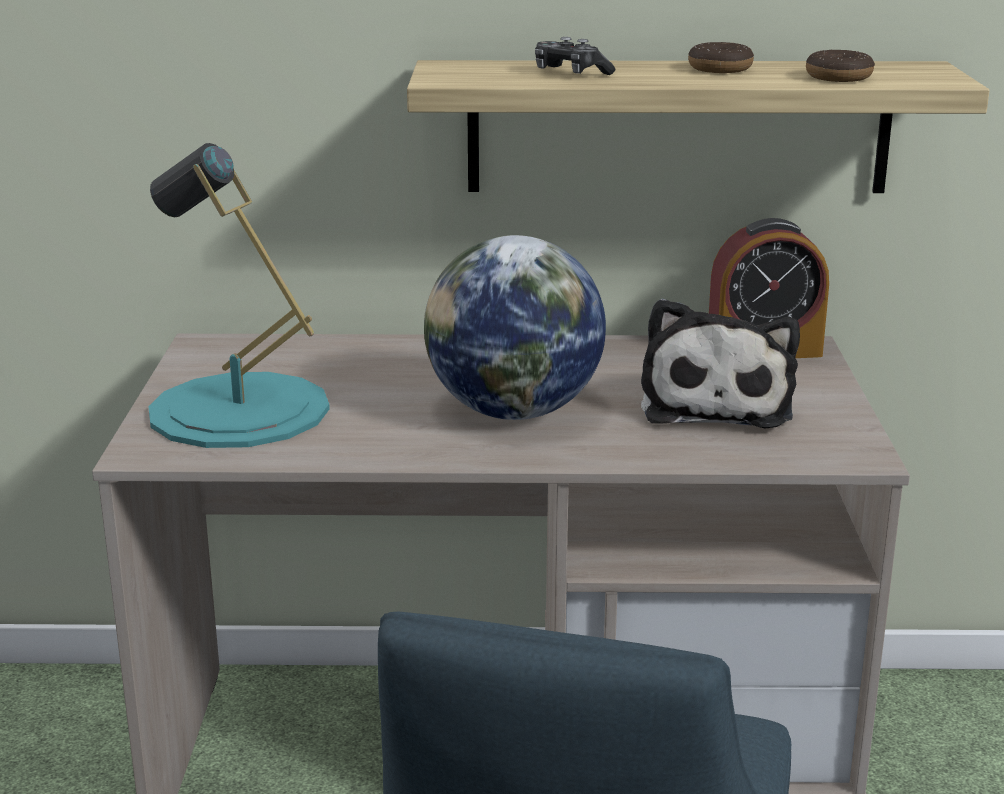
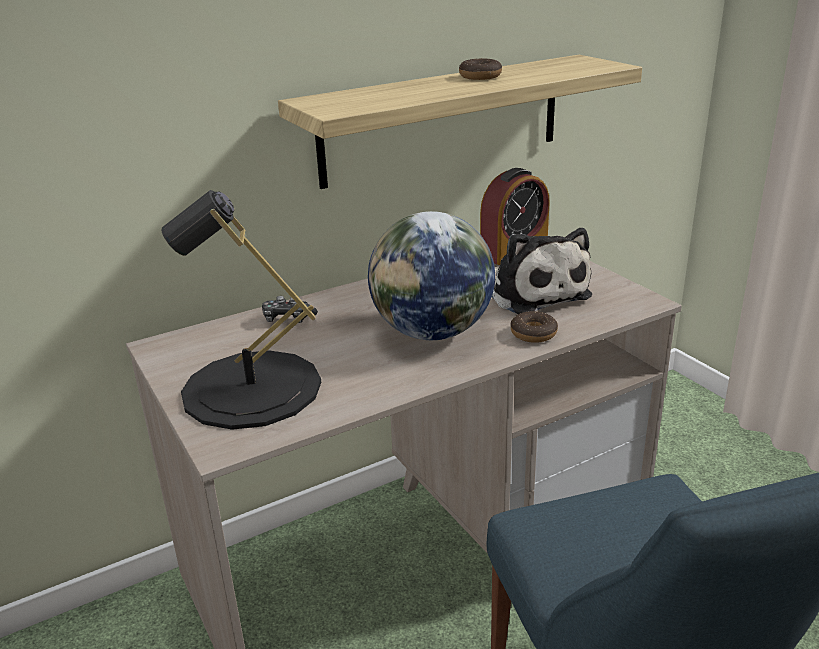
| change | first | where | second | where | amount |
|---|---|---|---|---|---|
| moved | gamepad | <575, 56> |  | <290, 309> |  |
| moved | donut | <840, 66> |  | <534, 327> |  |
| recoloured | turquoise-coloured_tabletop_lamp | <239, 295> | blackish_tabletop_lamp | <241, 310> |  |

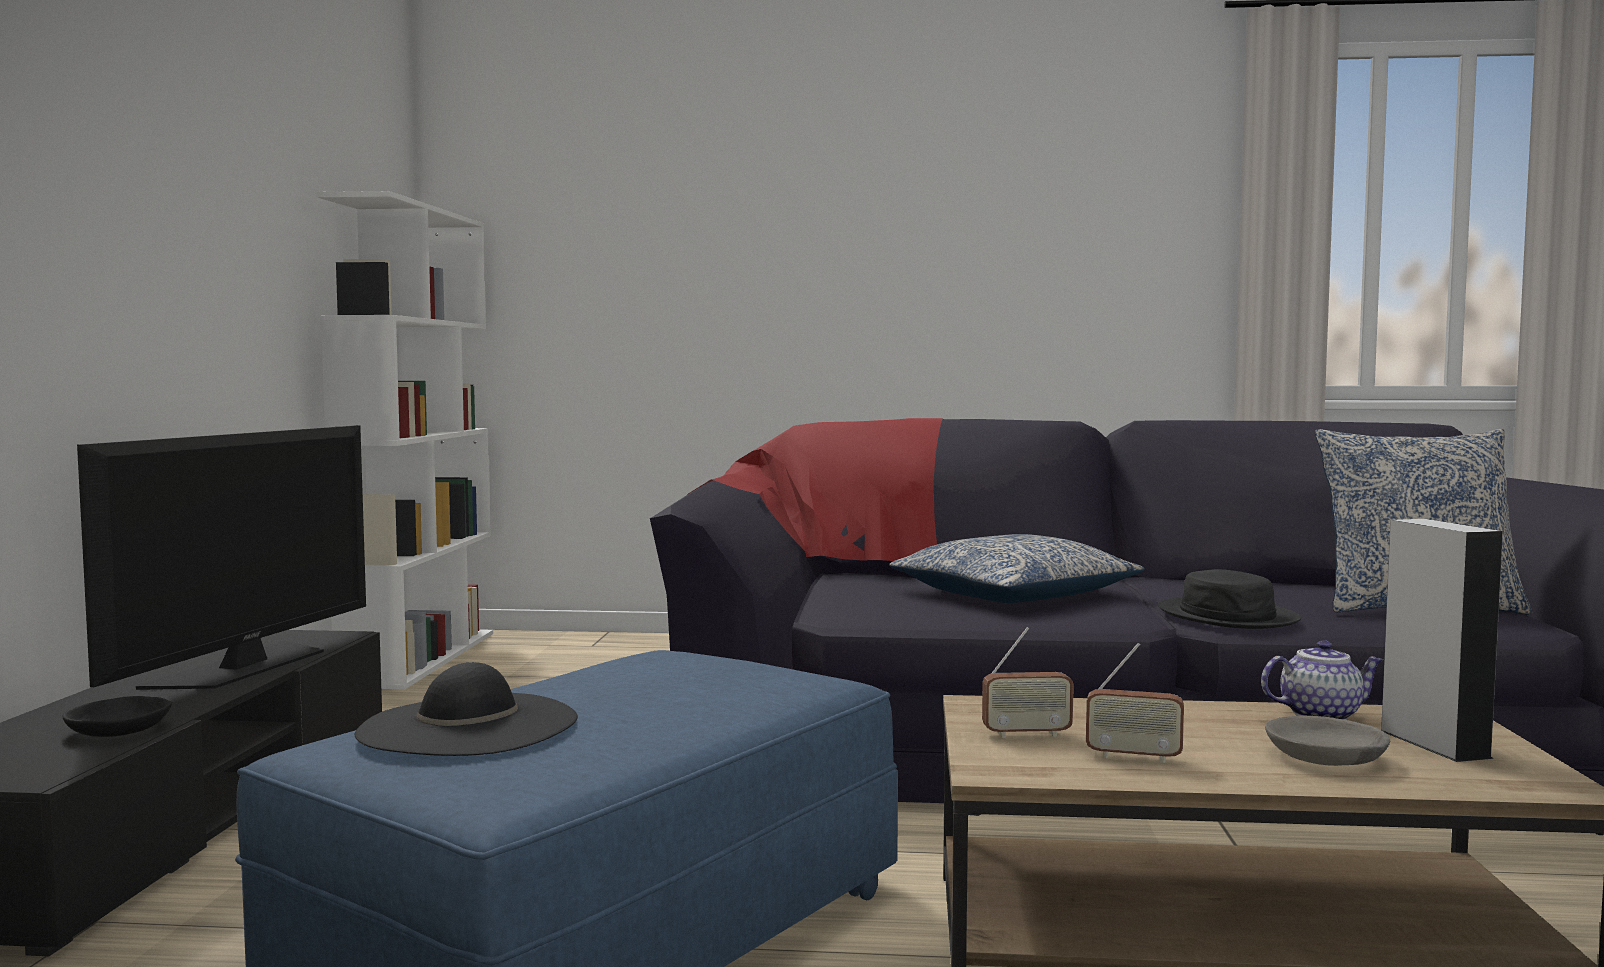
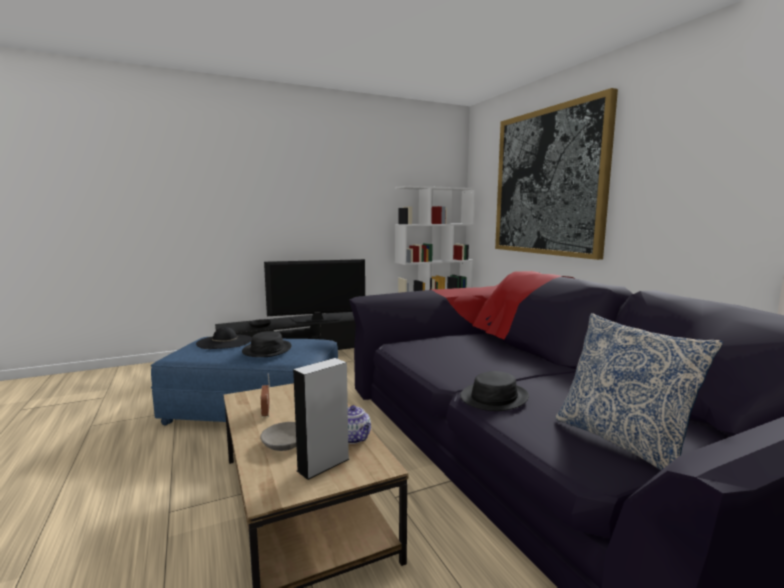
| change | first | where | second | where | amount |
|---|---|---|---|---|---|
| removed | pillow | <1017, 568> |  |  |  |
| removed | radio_receiver | <1028, 682> |  |  |  |
| added |  |  | picture | <556, 174> |  |
| added |  |  | blackish_clothing_hat | <267, 344> |  |

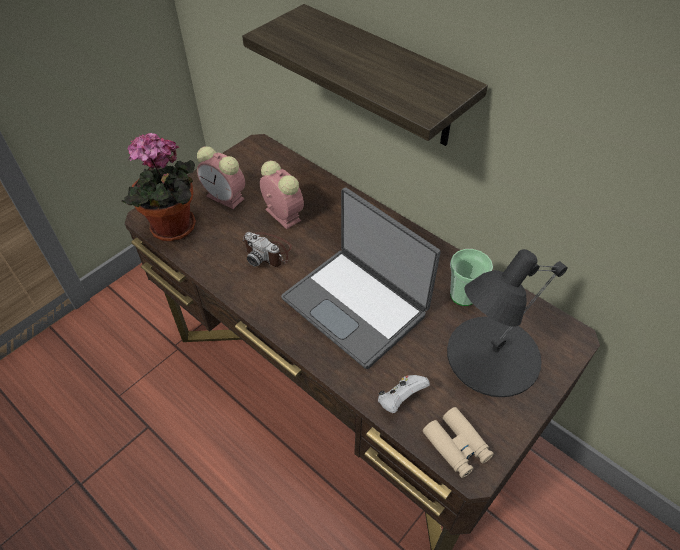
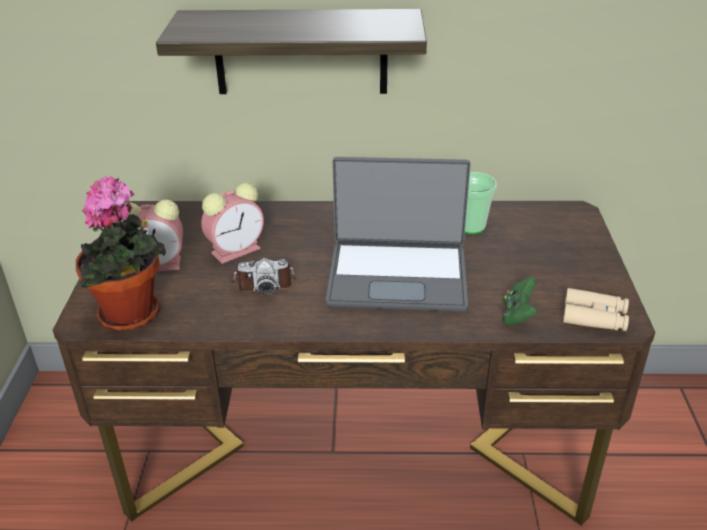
| change | first | where | second | where | amount |
|---|---|---|---|---|---|
| turned | table_clock | <282, 195> |  | <232, 223> | 135 degrees clockwise |
| removed | blackish_tabletop_lamp | <507, 323> |  |  |  |
| recoloured | whitish_gamepad | <404, 394> | green-coloured_gamepad | <520, 301> |  |

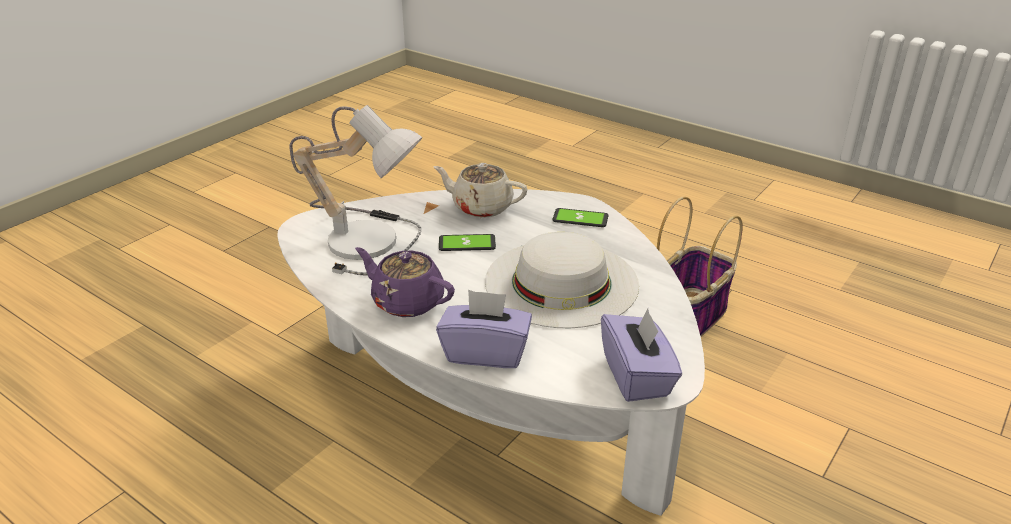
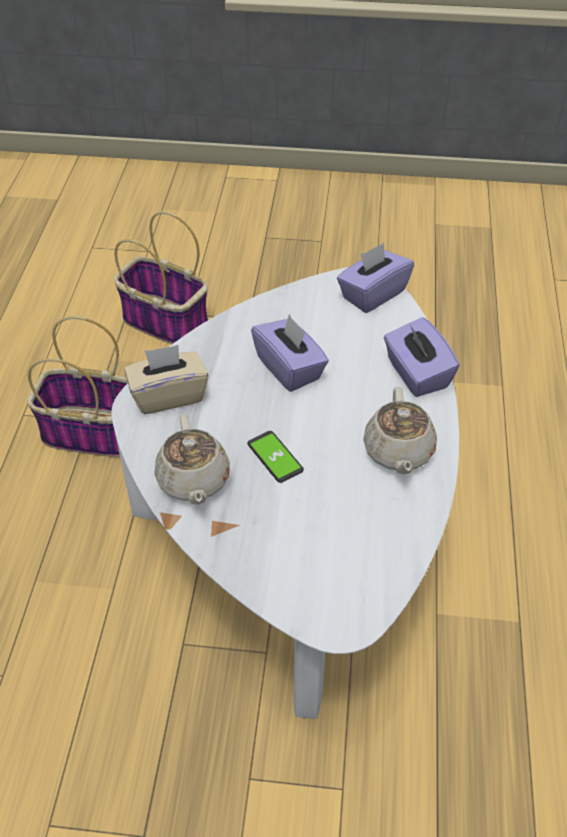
| change | first | where | second | where | amount |
|---|---|---|---|---|---|
| removed | tabletop_lamp | <355, 190> |  |  |  |
| replaced | handset | <580, 217> | sand-coloured_tissue_holder | <166, 379> |  |
| replaced | whitish_clothing_hat | <562, 280> | purplish_tissue_holder | <290, 353> |  |
| recoloured | purplish_tea_pot | <405, 282> | sand-coloured_tea_pot | <400, 430> |  |
| added |  |  | household_basket | <161, 277> |  |

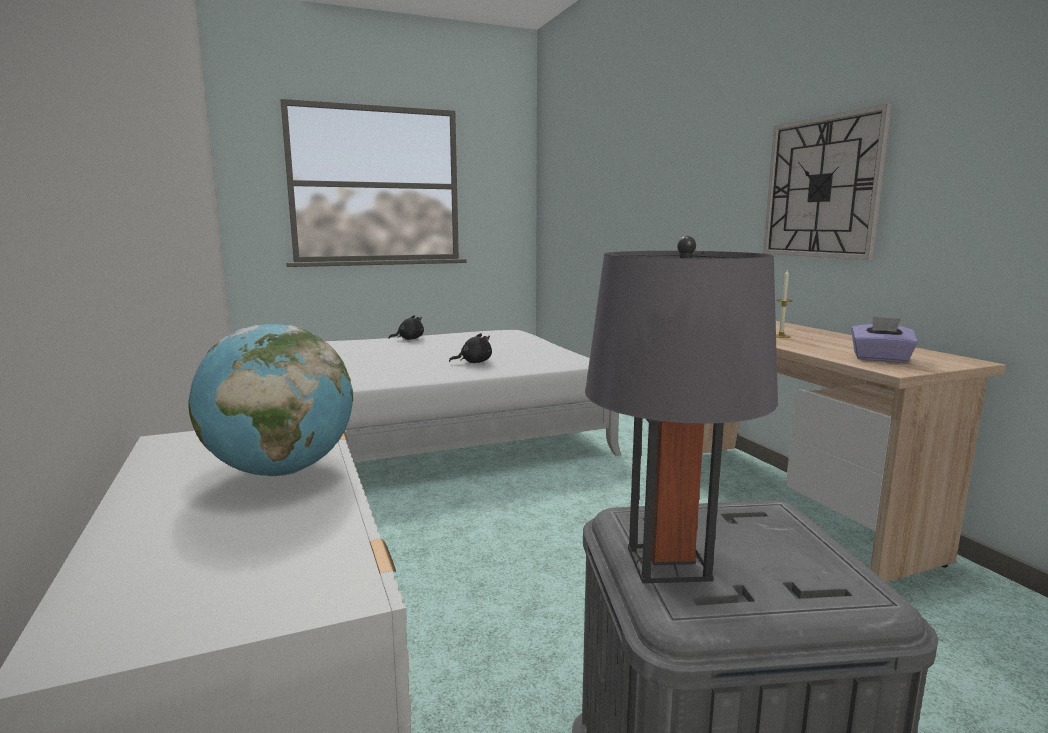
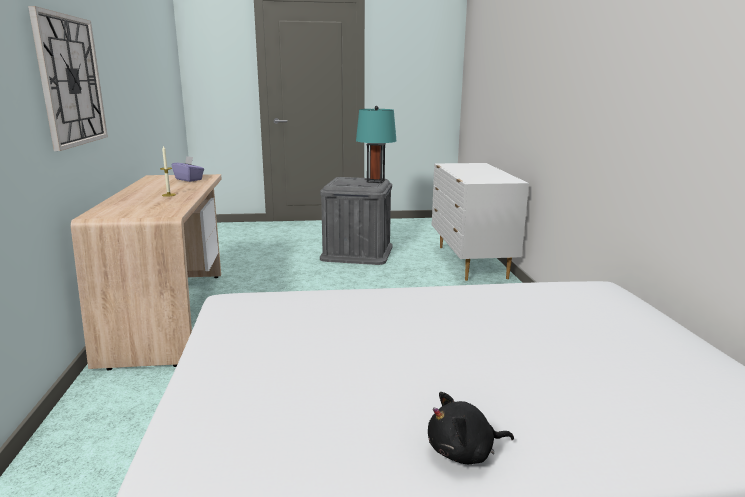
| change | first | where | second | where | amount |
|---|---|---|---|---|---|
| recoloured | grey_tabletop_lamp | <681, 409> | turquoise-coloured_tabletop_lamp | <376, 144> |  |
| removed | world_globe | <270, 400> |  |  |  |
| removed | blackish_plush_toy | <470, 348> |  |  |  |

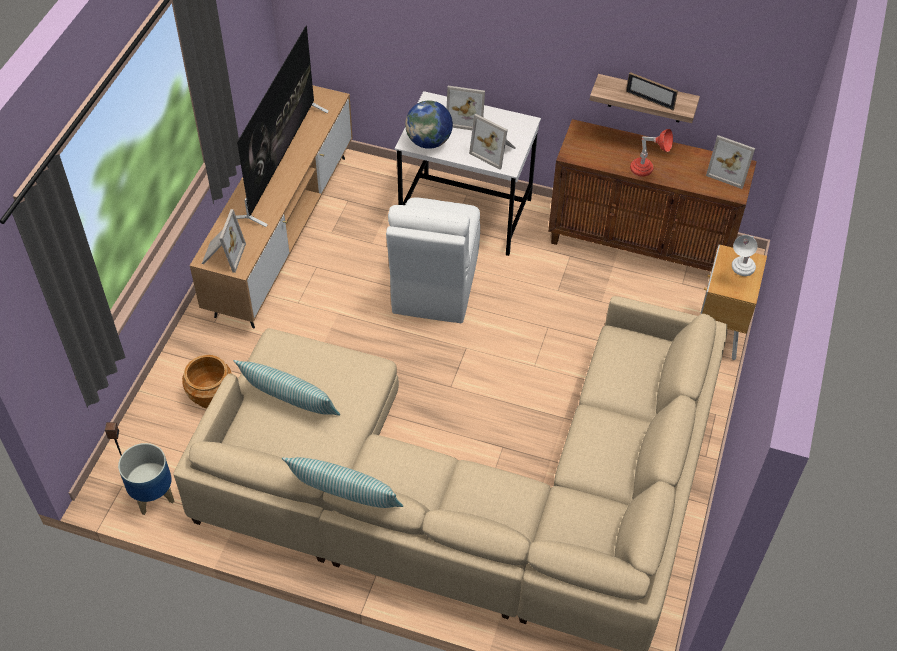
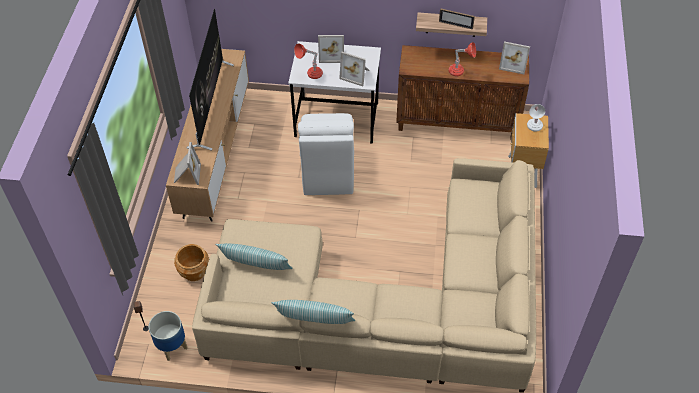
| change | first | where | second | where | amount |
|---|---|---|---|---|---|
| replaced | world_globe | <429, 124> | reddish_tabletop_lamp | <308, 61> |  |

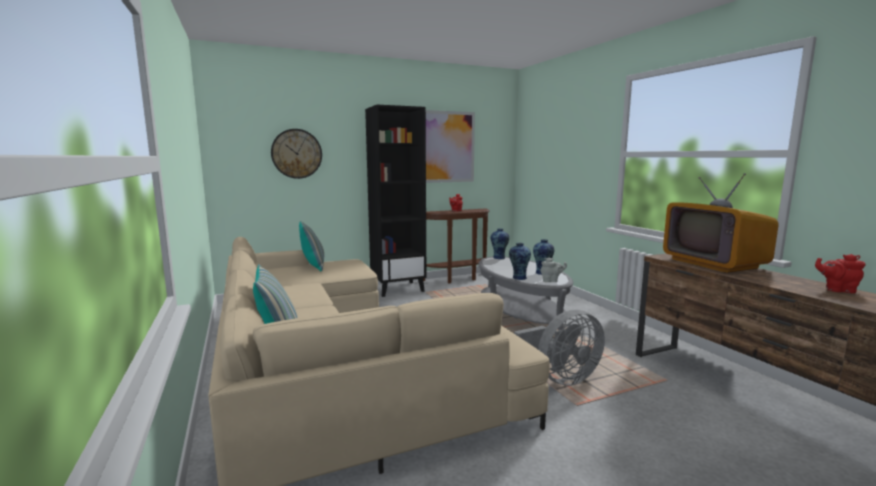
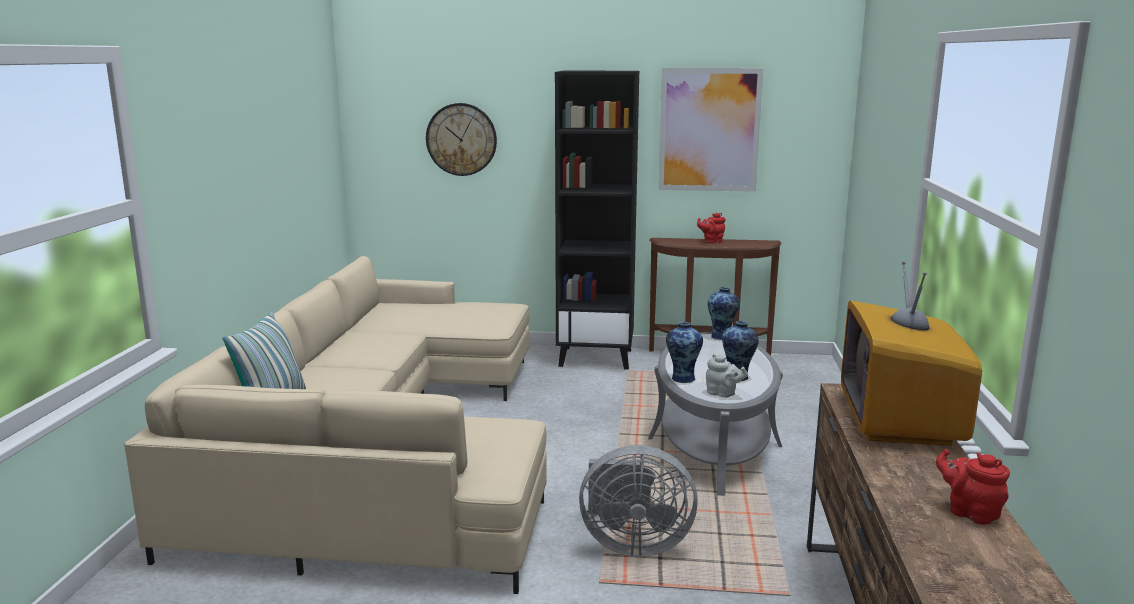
| change | first | where | second | where | amount |
|---|---|---|---|---|---|
| removed | pillow | <311, 246> |  |  |  |

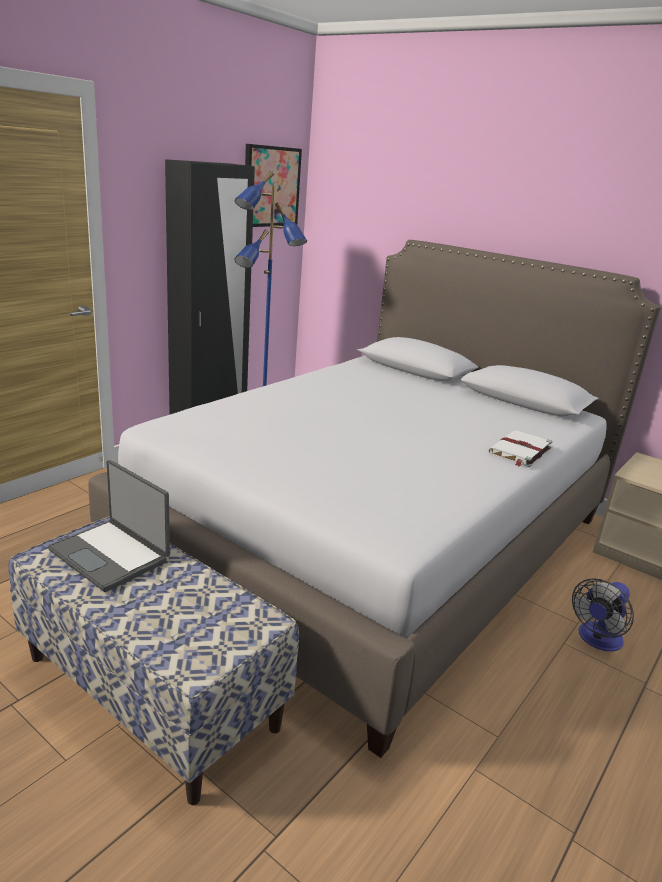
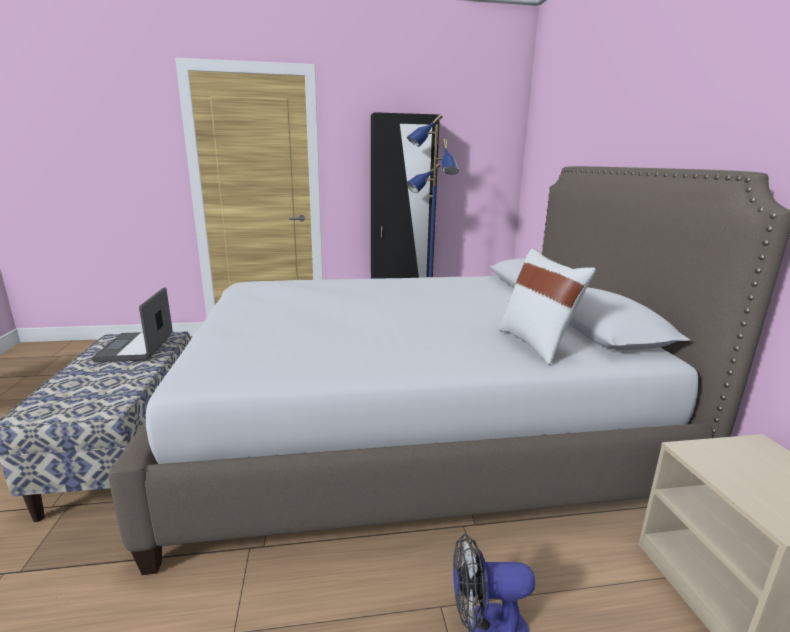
| change | first | where | second | where | amount |
|---|---|---|---|---|---|
| removed | picture | <273, 185> |  |  |  |
| removed | whitish_bound_book | <520, 448> |  |  |  |
| added |  |  | whitish_pillow | <547, 306> |  |

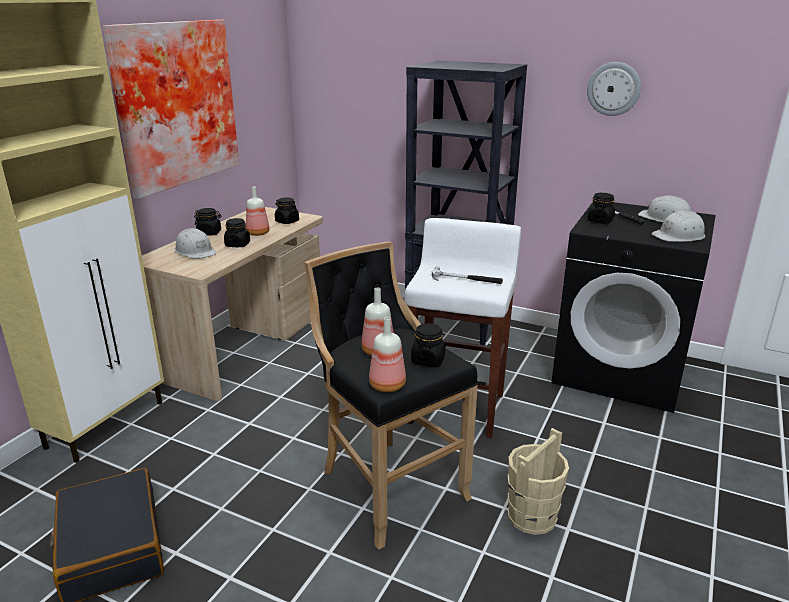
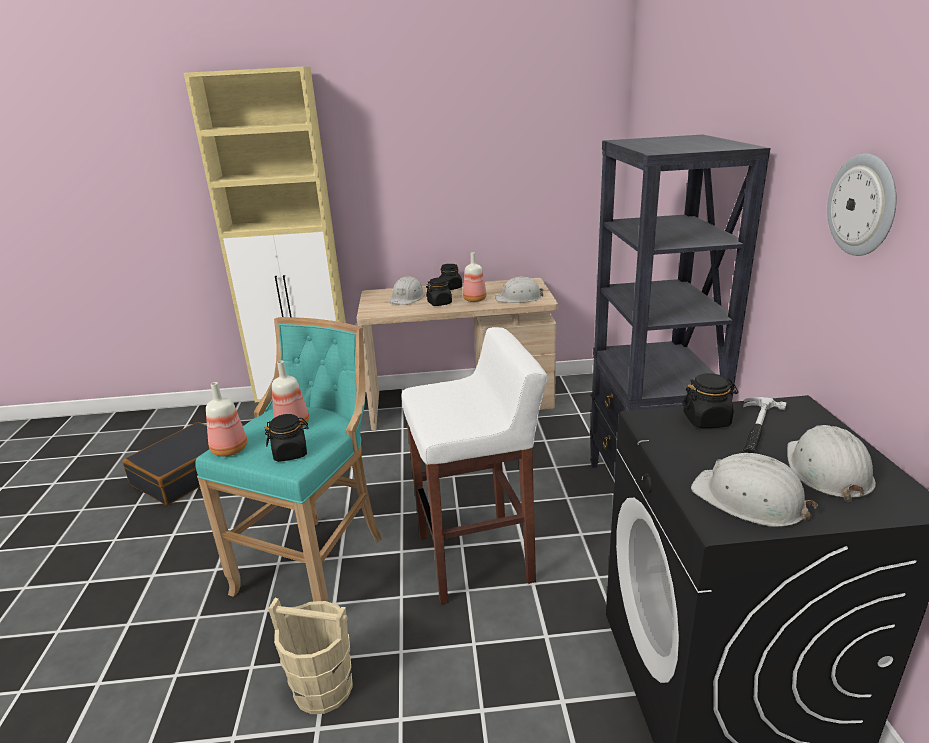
| change | first | where | second | where | amount |
|---|---|---|---|---|---|
| removed | picture | <170, 109> |  |  |  |
| replaced | blackish_preserve_jar | <287, 211> | whitish_work_helmet | <519, 289> |  |
| recoloured | blackish_sitting_stool | <391, 395> | turquoise-coloured_sitting_stool | <288, 459> |  |
| removed | hand_hammer | <467, 275> |  |  |  |

